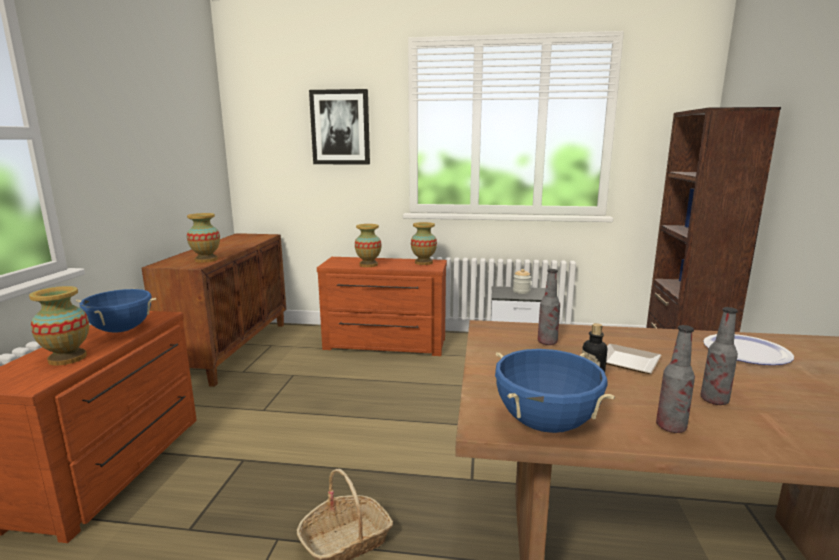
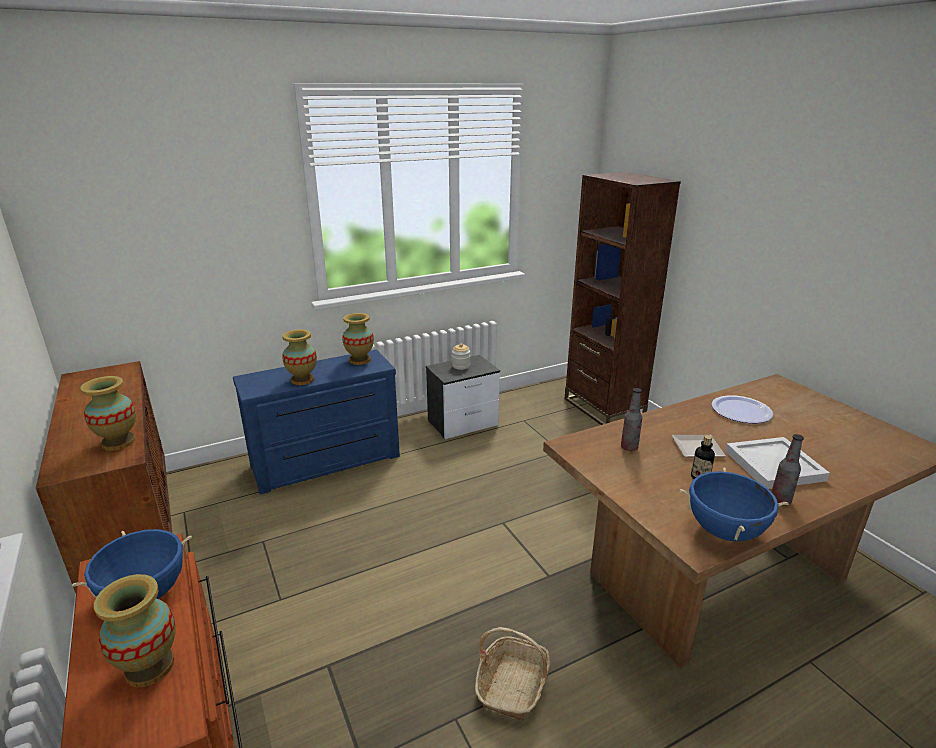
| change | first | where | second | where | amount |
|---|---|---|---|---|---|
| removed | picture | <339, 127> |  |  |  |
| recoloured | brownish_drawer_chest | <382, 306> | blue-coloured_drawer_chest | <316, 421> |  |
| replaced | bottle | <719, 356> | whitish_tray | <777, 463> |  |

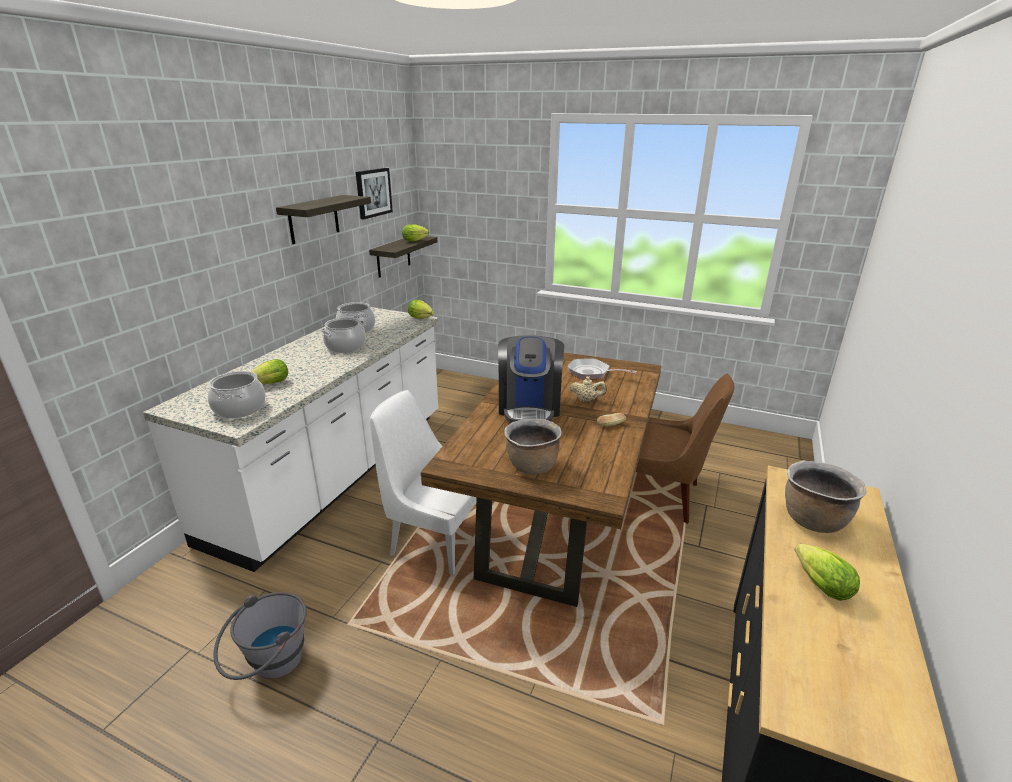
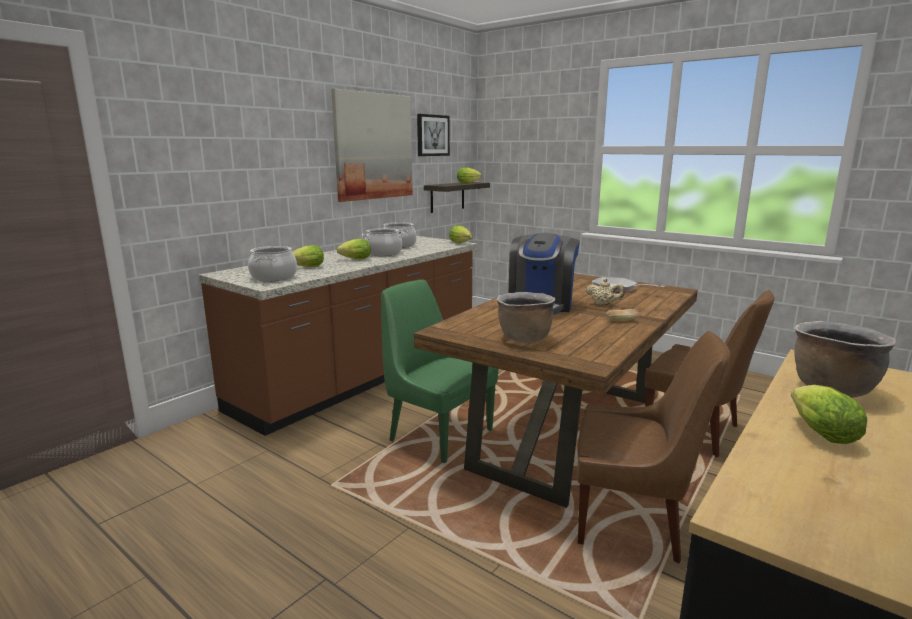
| change | first | where | second | where | amount |
|---|---|---|---|---|---|
| replaced | shelf | <323, 219> | picture | <372, 145> |  |
| recoloured | whitish_kitchen_base_unit | <291, 439> | brownish_kitchen_base_unit | <338, 336> |  |
| recoloured | whitish_upright_chair | <423, 482> | green-coloured_upright_chair | <440, 371> |  |
| removed | grey_water_bucket | <260, 636> |  |  |  |
| added |  |  | lettuce | <354, 249> |  |
| added |  |  | brownish_upright_chair | <653, 447> |  |

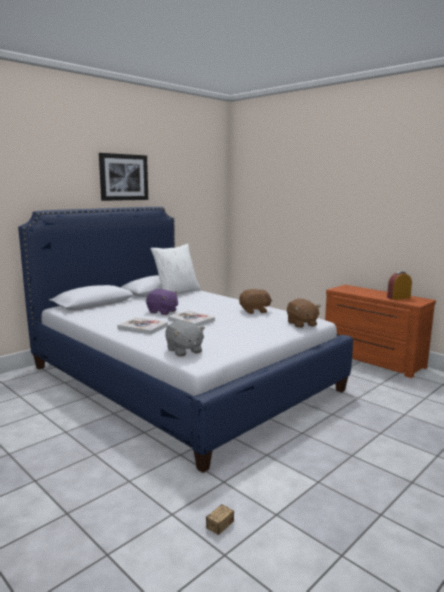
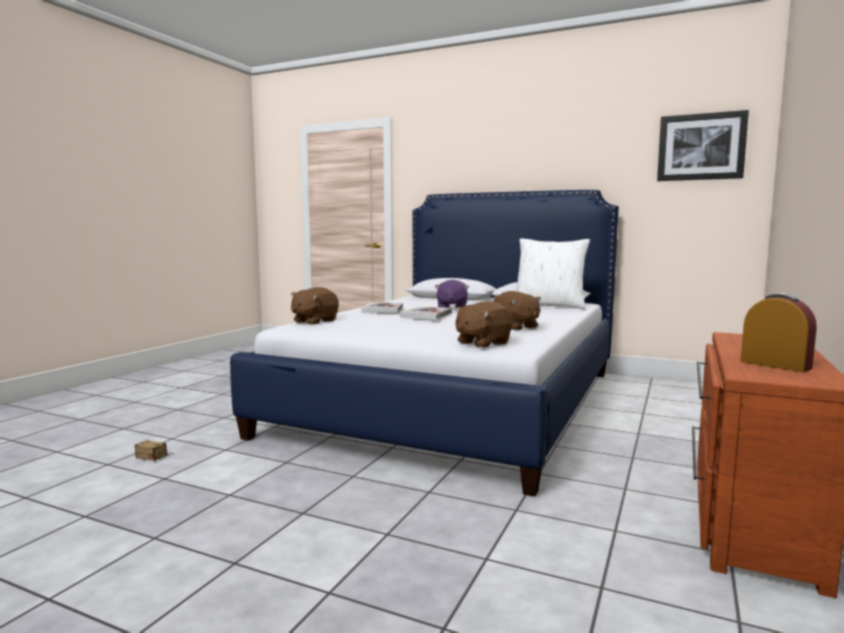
| change | first | where | second | where | amount |
|---|---|---|---|---|---|
| moved | picture | <123, 177> |  | <703, 145> |  |
| recoloured | grey_plush_toy | <185, 338> | brownish_plush_toy | <315, 306> |  |

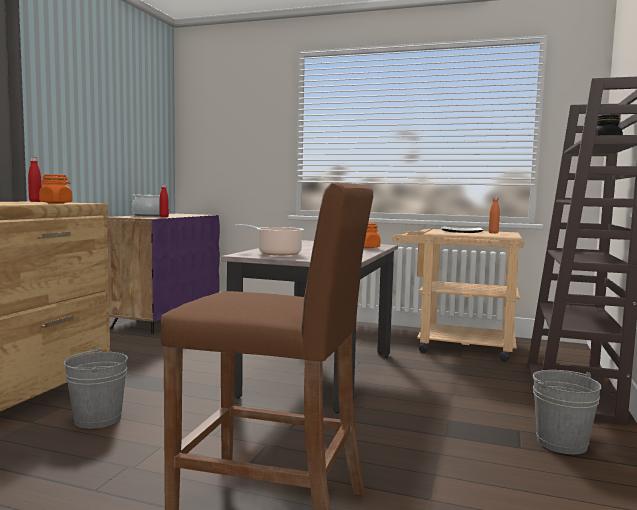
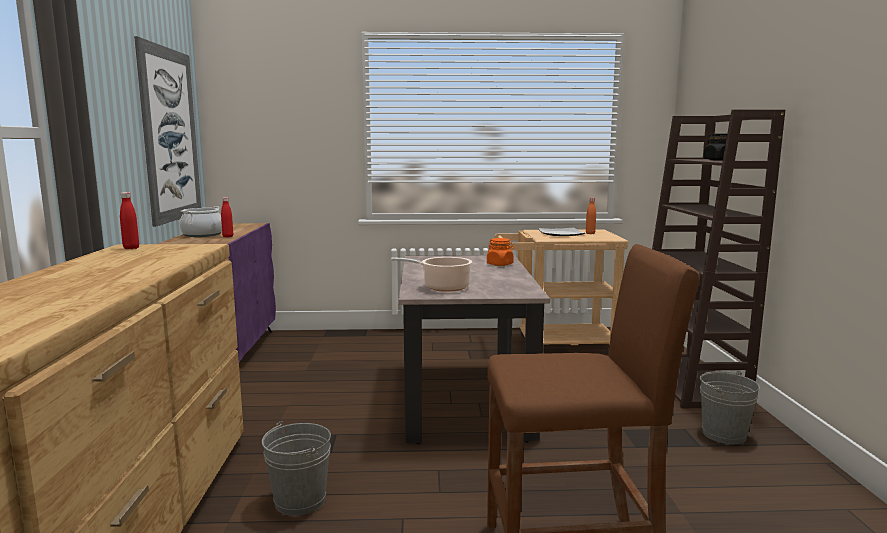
| change | first | where | second | where | amount |
|---|---|---|---|---|---|
| removed | orangey_preserve_jar | <55, 189> |  |  |  |
| added |  |  | picture | <167, 131> |  |

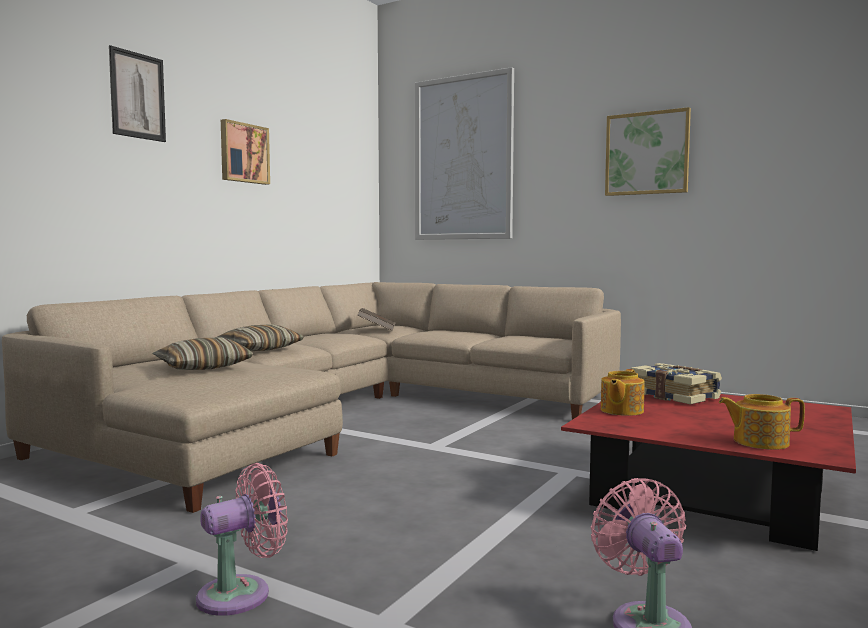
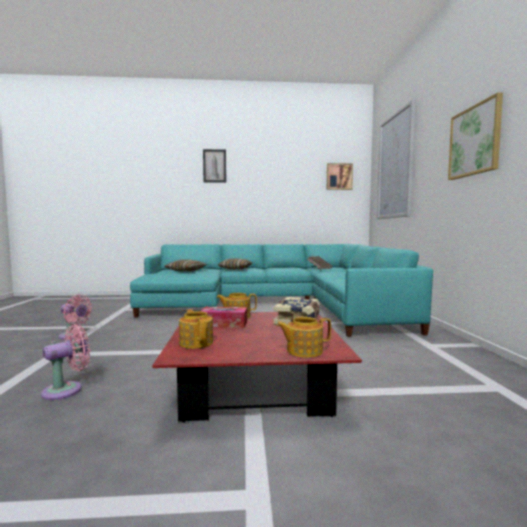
| change | first | where | second | where | amount |
|---|---|---|---|---|---|
| moved | picture | <245, 152> |  | <340, 176> |  |
| recoloured | sand-coloured_sofa | <311, 397> | turquoise-coloured_sofa | <281, 290> |  |
| added |  |  | tissue_holder | <224, 317> |  |
| added |  |  | tea_pot | <303, 337> |  |

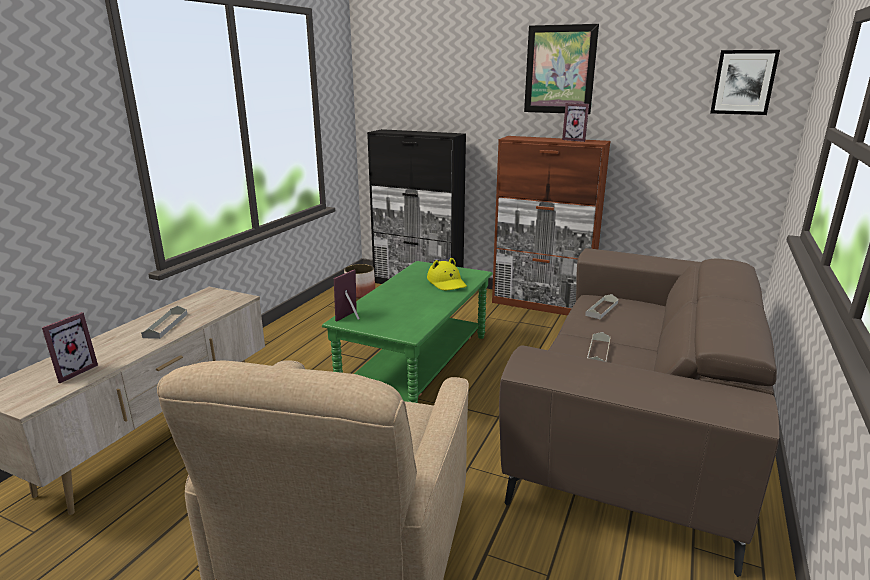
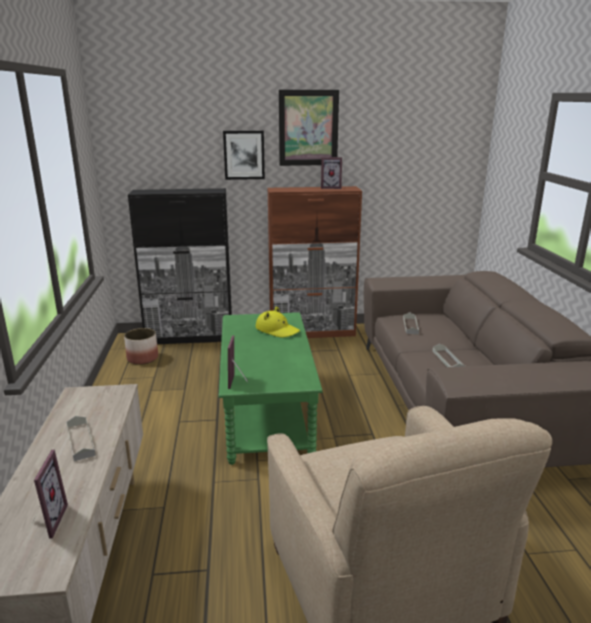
| change | first | where | second | where | amount |
|---|---|---|---|---|---|
| moved | picture | <745, 82> |  | <244, 155> |  |

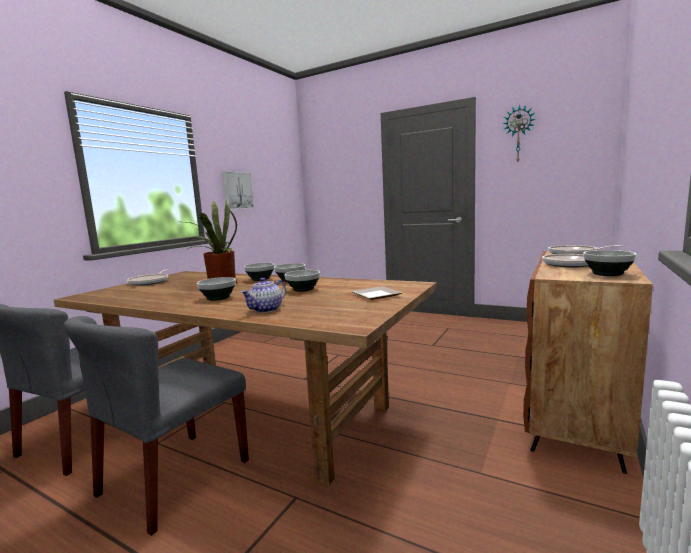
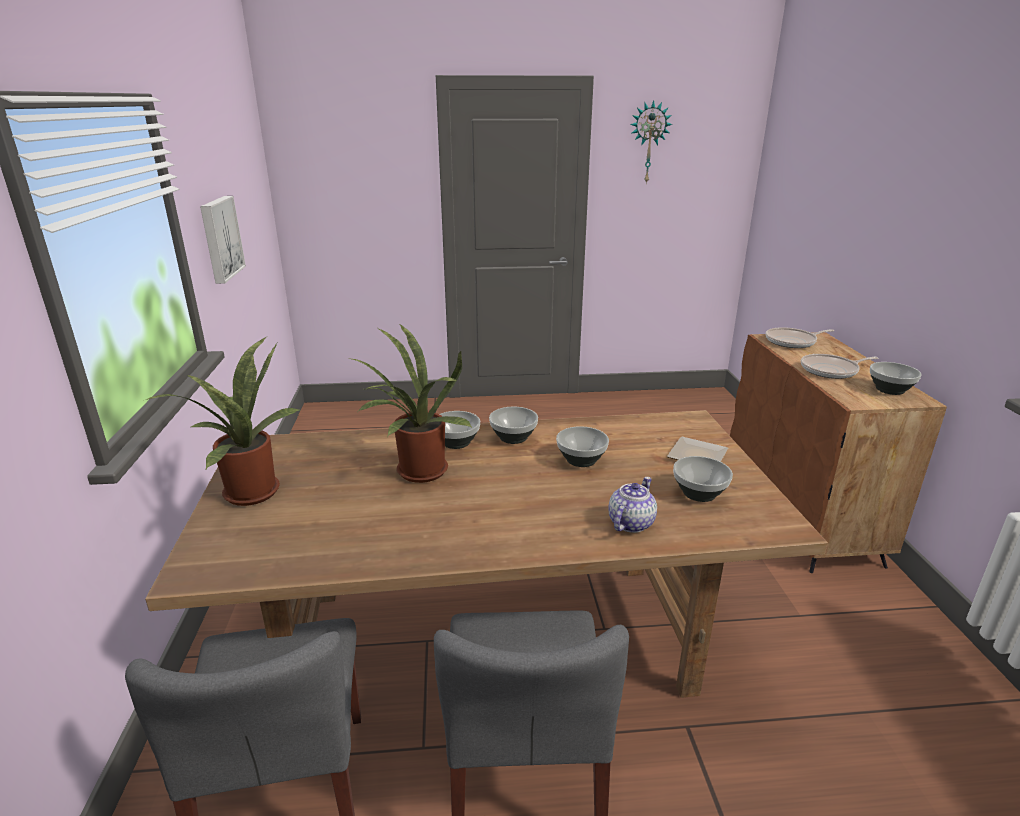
| change | first | where | second | where | amount |
|---|---|---|---|---|---|
| replaced | frying_pan | <147, 277> | plant_in_a_pot | <223, 421> |  |
| moved | deep_dish | <216, 289> |  | <703, 479> |  |
| turned | tea_pot | <263, 295> |  | <632, 505> | 150 degrees counterclockwise |

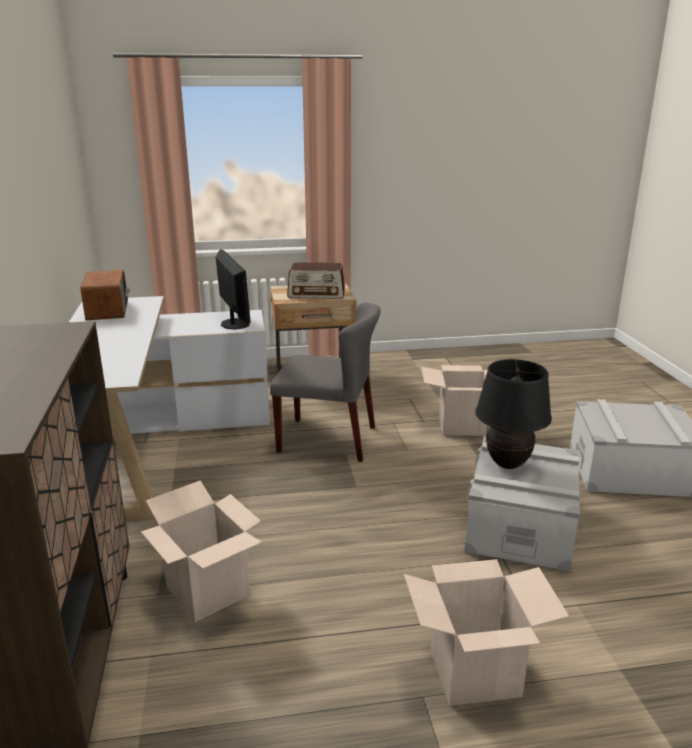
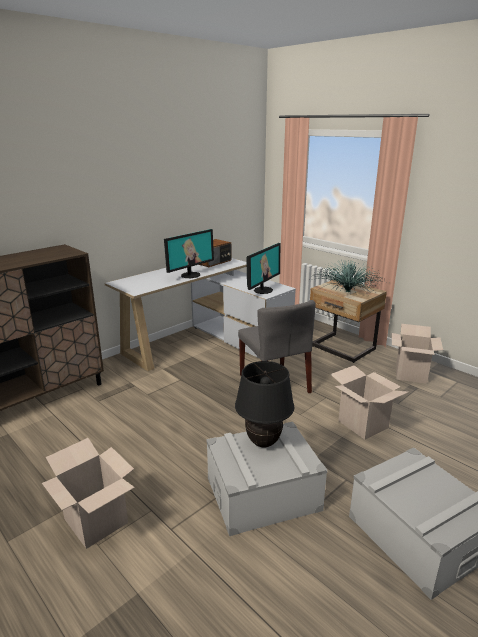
| change | first | where | second | where | amount |
|---|---|---|---|---|---|
| replaced | radio_receiver | <316, 281> | plant_in_a_pot | <347, 275> |  |
| moved | carton | <201, 551> |  | <417, 354> |  |
| added |  |  | monitor | <189, 253> |  |

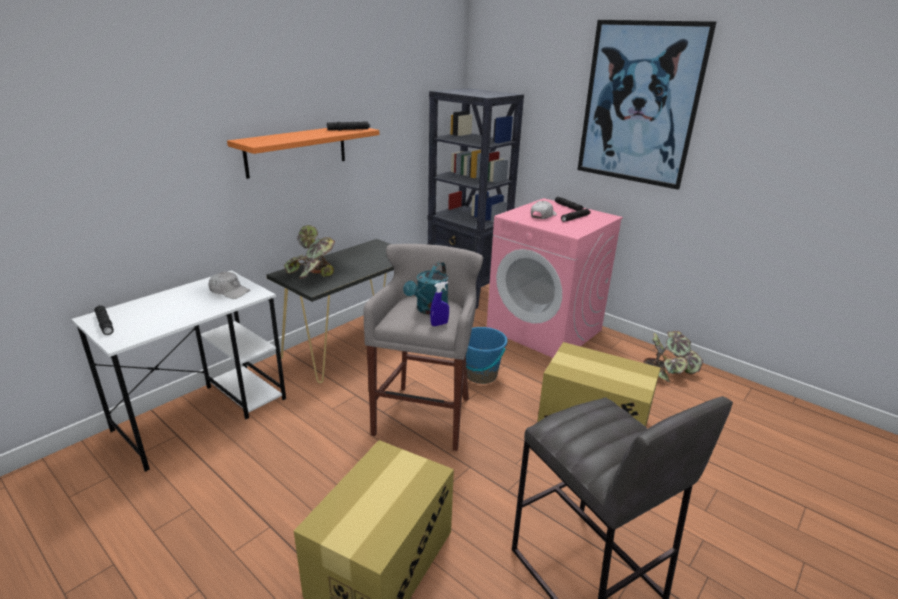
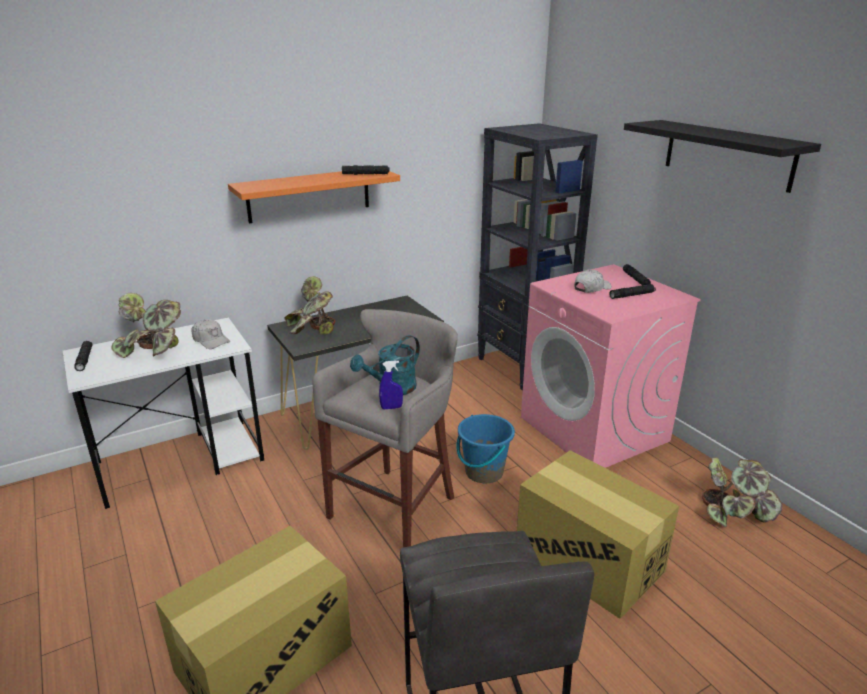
| change | first | where | second | where | amount |
|---|---|---|---|---|---|
| replaced | picture | <646, 105> | blackish_shelf | <722, 156> |  |
| added |  |  | plant_in_a_pot | <146, 325> |  |

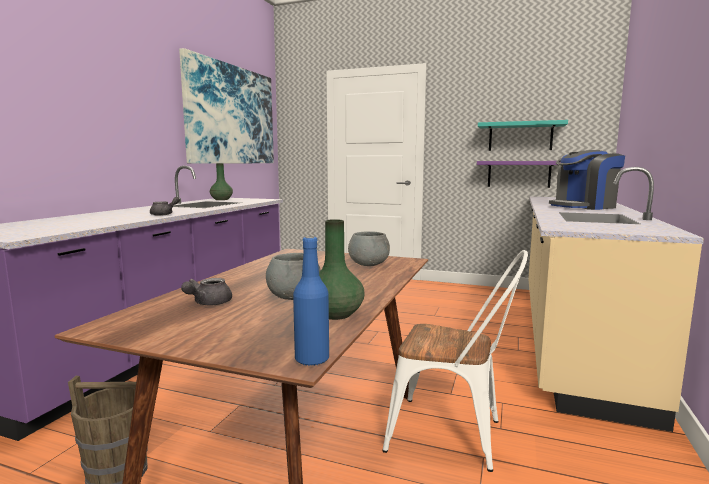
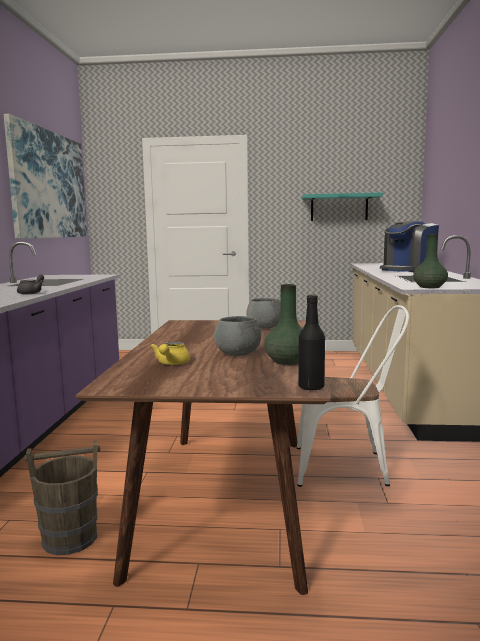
| change | first | where | second | where | amount |
|---|---|---|---|---|---|
| removed | purplish_shelf | <518, 174> |  |  |  |
| moved | green-coloured_vase | <221, 181> |  | <430, 261> |  |
| recoloured | blue-coloured_bottle | <311, 301> | blackish_bottle | <311, 342> |  |
| recoloured | grey_tea_pot | <206, 291> | yellow_tea_pot | <170, 353> |  |

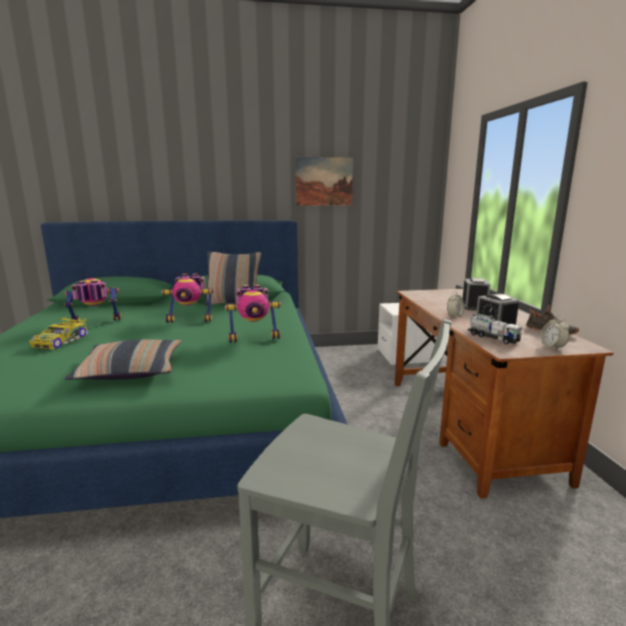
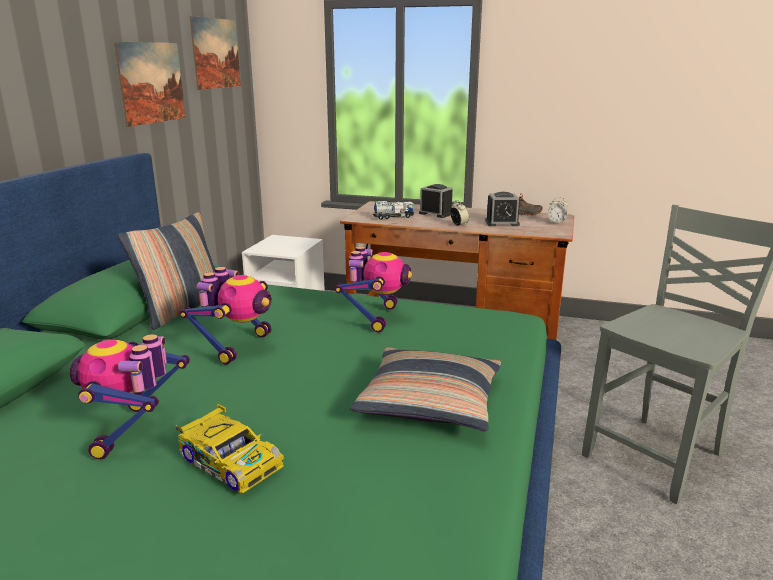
| change | first | where | second | where | amount |
|---|---|---|---|---|---|
| moved | toy_truck | <494, 329> |  | <393, 210> |  |
| added |  |  | picture | <215, 53> |  |

